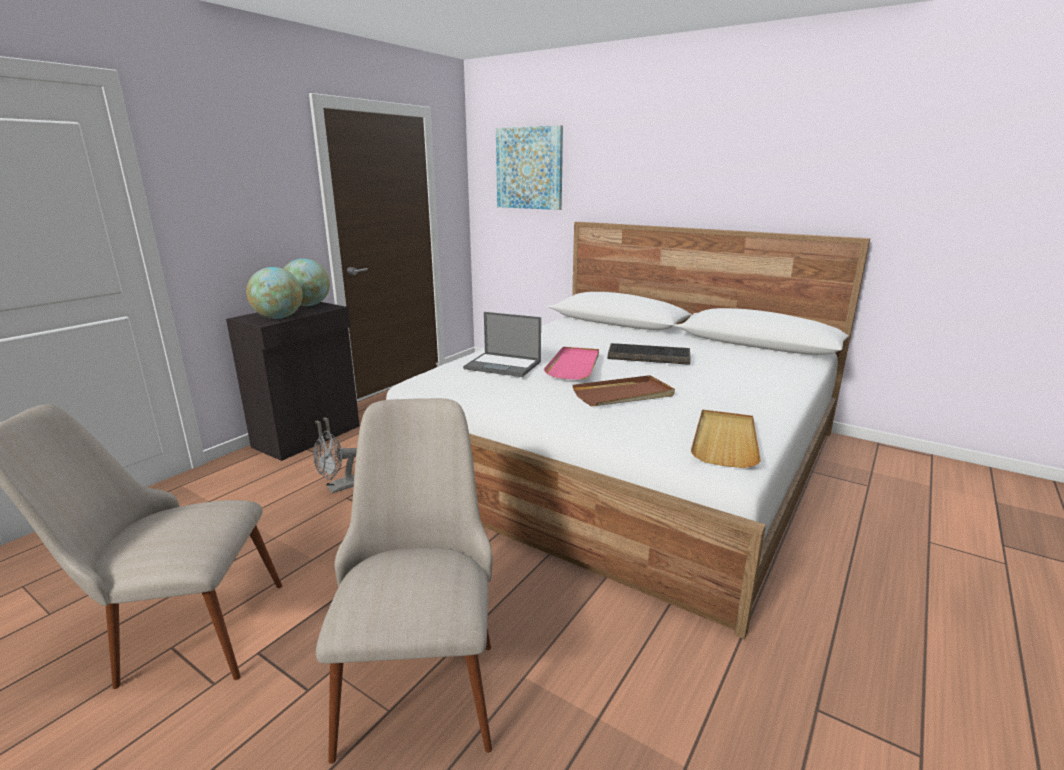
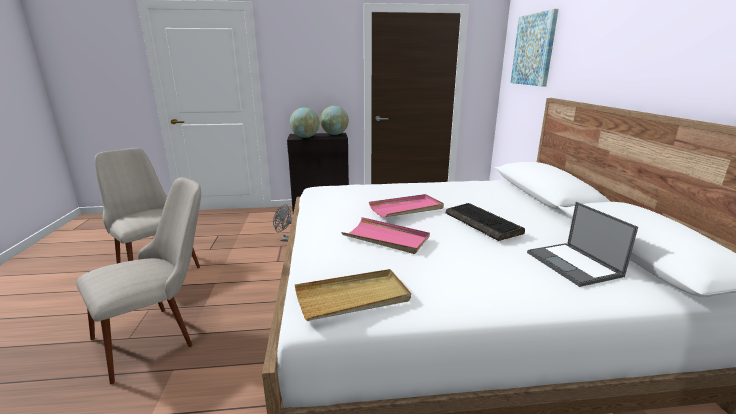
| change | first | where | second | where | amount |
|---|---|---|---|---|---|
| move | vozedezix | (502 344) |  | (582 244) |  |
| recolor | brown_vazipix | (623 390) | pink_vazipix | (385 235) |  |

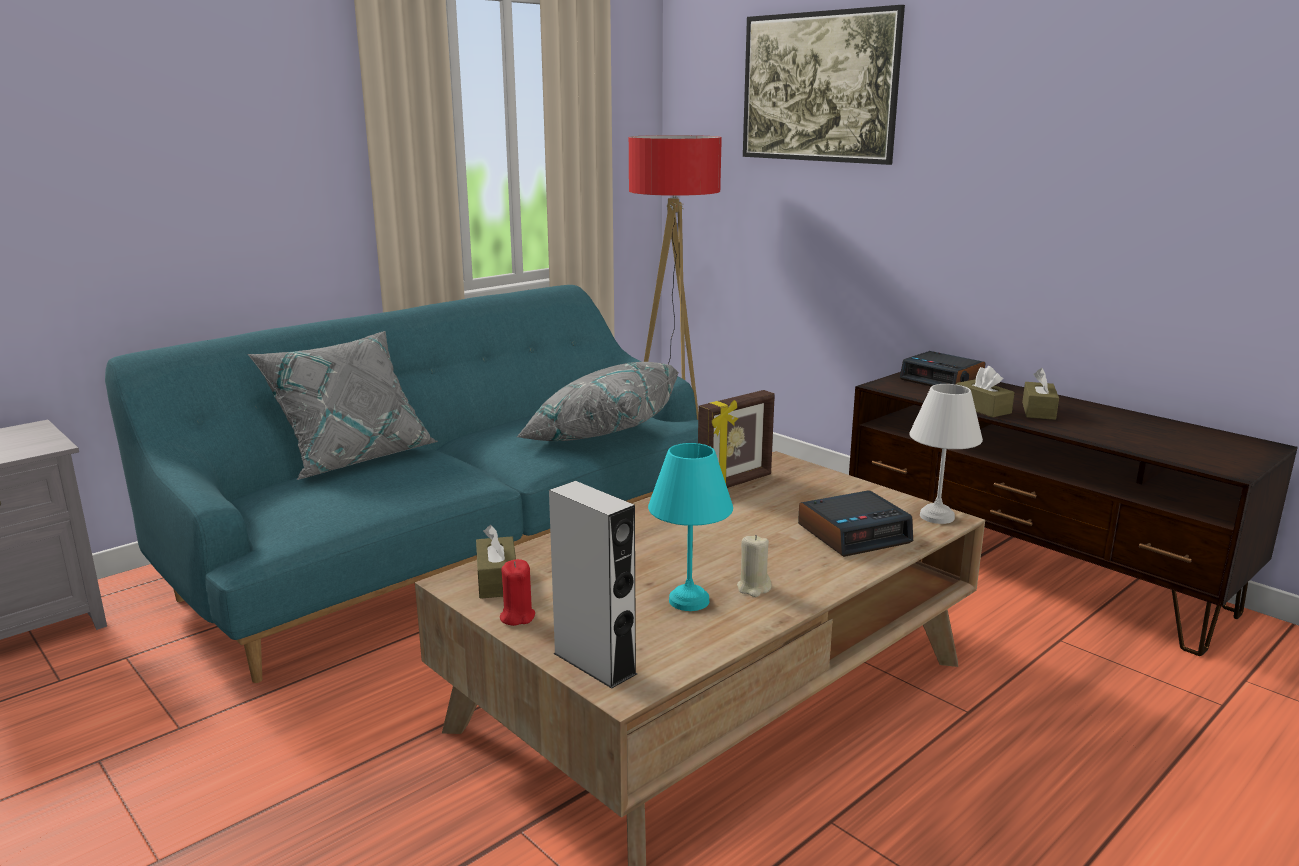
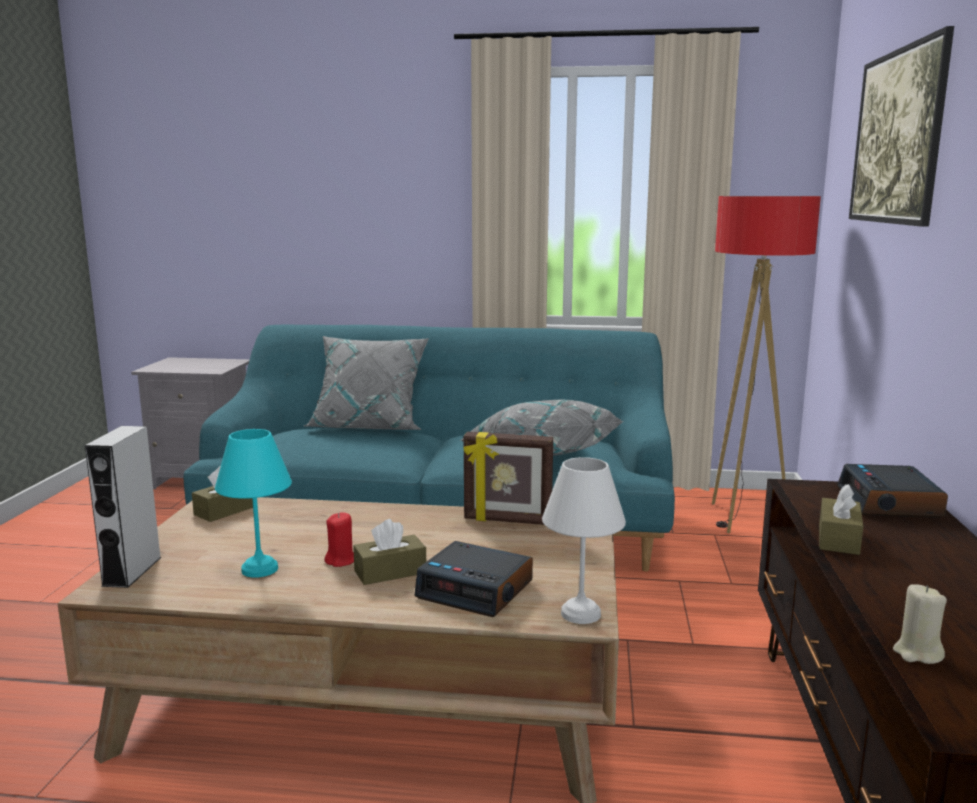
| change | first | where | second | where | amount |
|---|---|---|---|---|---|
| move | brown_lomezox | (1040 394) |  | (389 552) |  |
| move | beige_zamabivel | (754 566) |  | (920 624) |  |
| move | red_zamabivel | (517 592) |  | (339 539) |  |

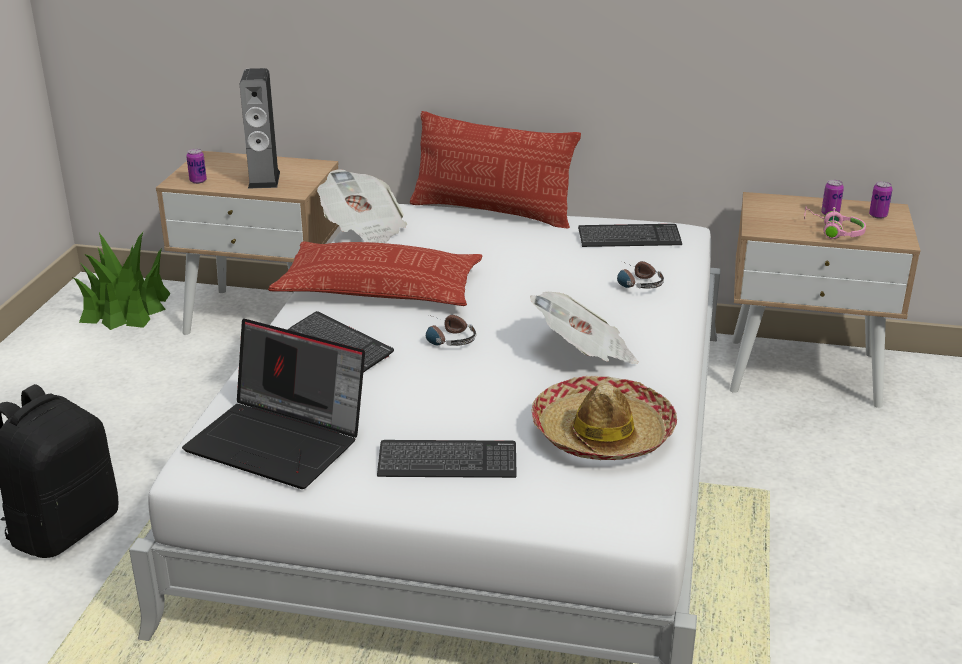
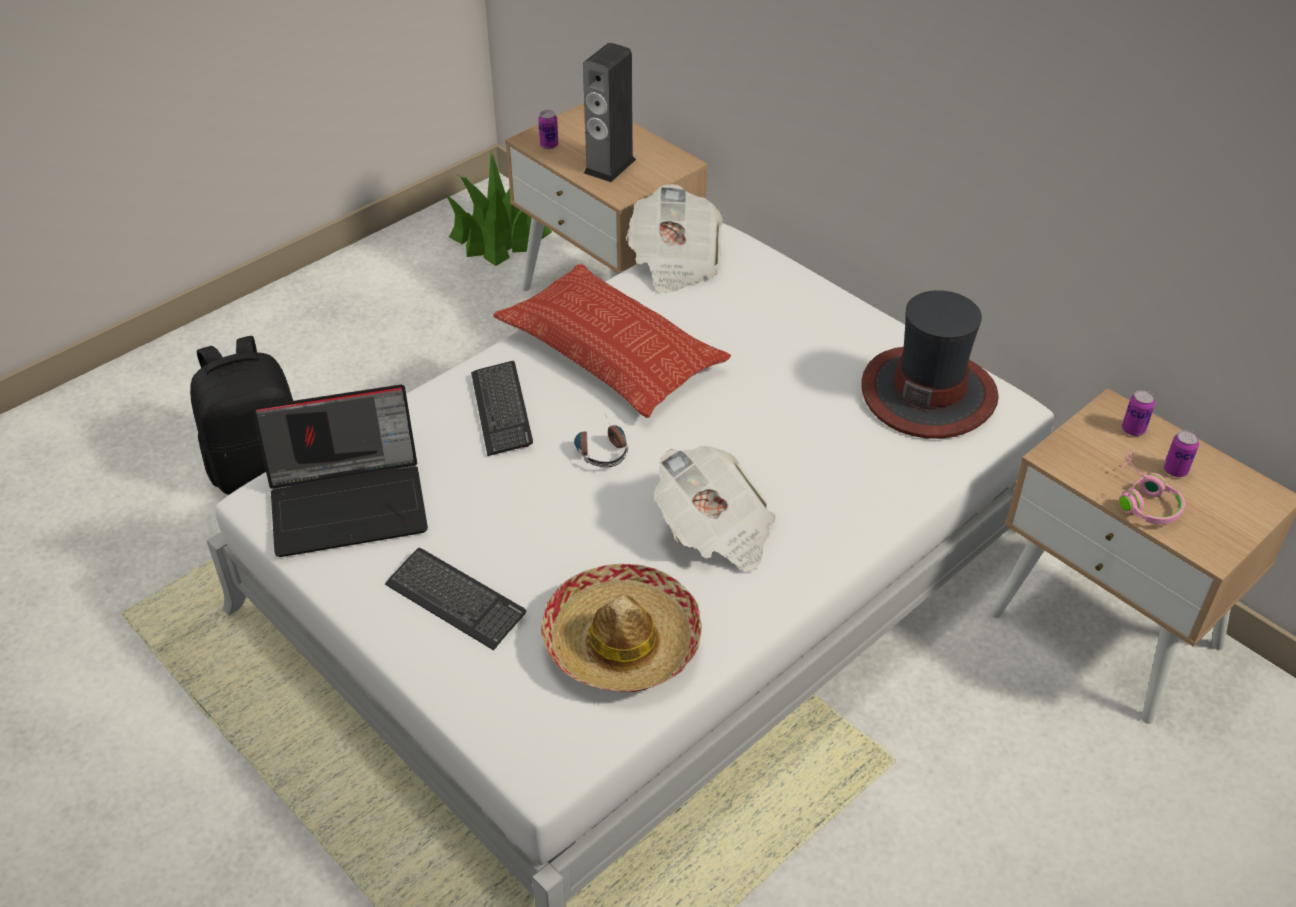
| change | first | where | second | where | amount |
|---|---|---|---|---|---|
| delete | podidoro | (495 169) |  |  |  |
| move | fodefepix | (880 200) |  | (1138 413) |  |
| replace | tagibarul | (630 235) | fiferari | (930 364) |  |
| delete | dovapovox | (640 275) |  |  |  |
| rotate | vozedezix | (273 404) |  | (340 471) | 75 degrees counterclockwise |

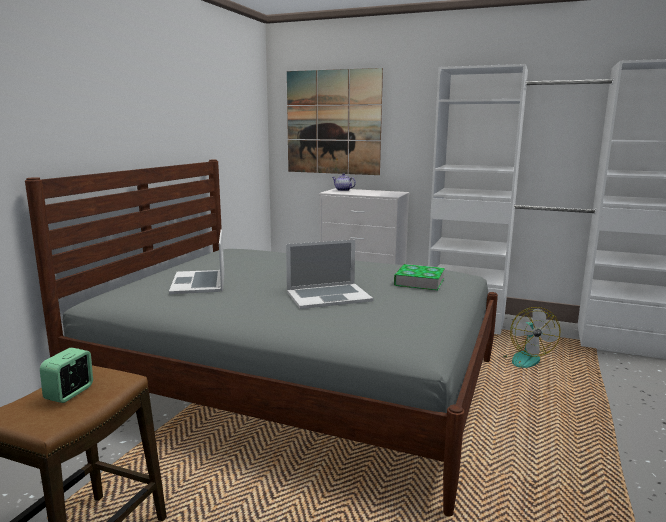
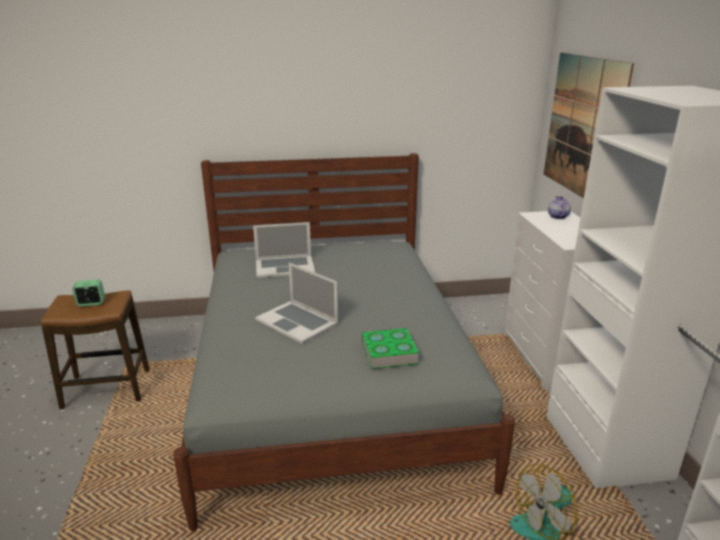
| change | first | where | second | where | amount |
|---|---|---|---|---|---|
| rotate | vozedezix | (196 262) |  | (284 250) | 150 degrees counterclockwise |

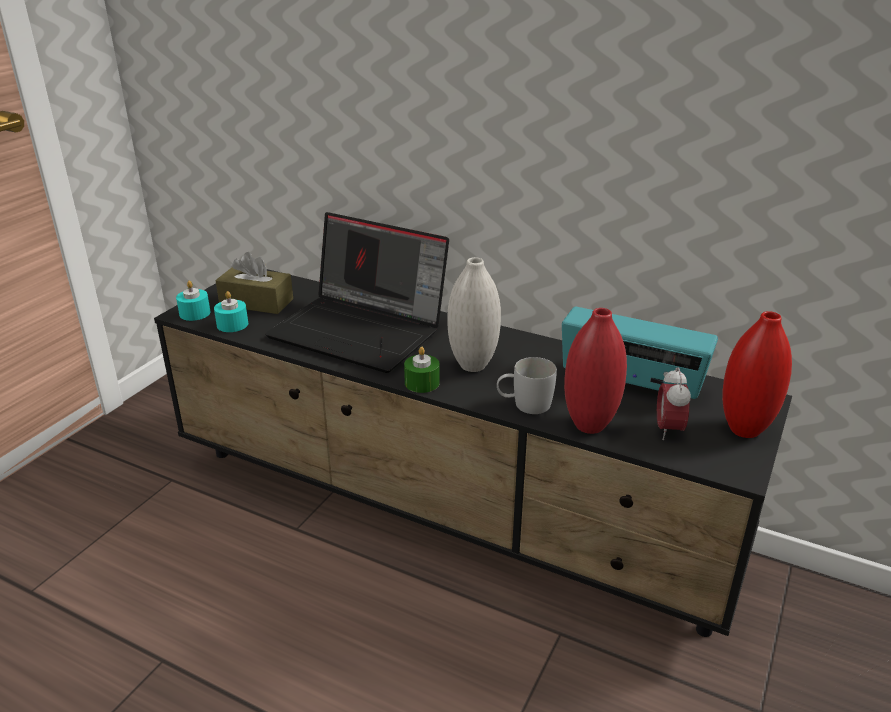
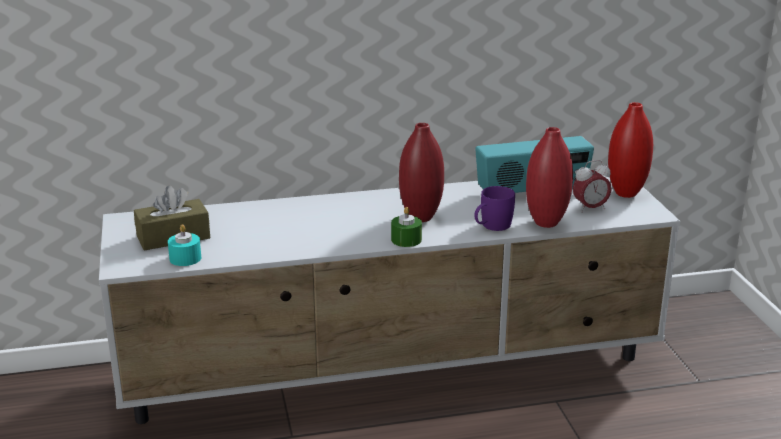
| change | first | where | second | where | amount |
|---|---|---|---|---|---|
| delete | vozedezix | (357 292) |  |  |  |
| recolor | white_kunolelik | (474 314) | red_kunolelik | (421 172) |  |
| recolor | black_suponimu | (473 453) | white_suponimu | (389 299) |  |
| delete | turquoise_zamabivel | (193 301) |  |  |  |
| recolor | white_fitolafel | (527 385) | purple_fitolafel | (495 208) |  |
| rotate | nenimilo | (674 403) |  | (592 186) | 75 degrees counterclockwise |

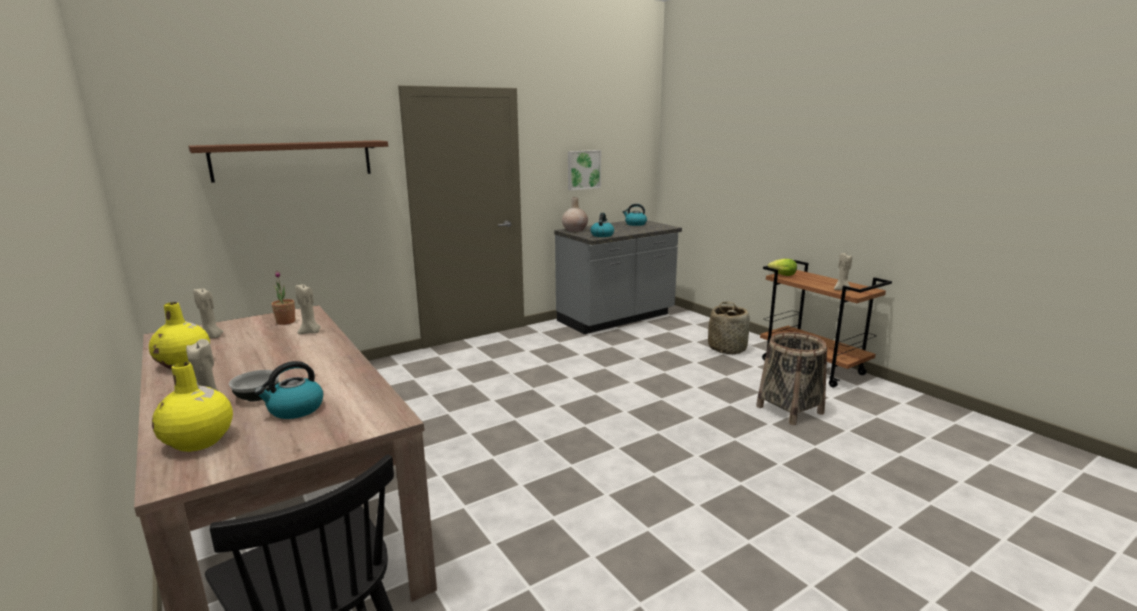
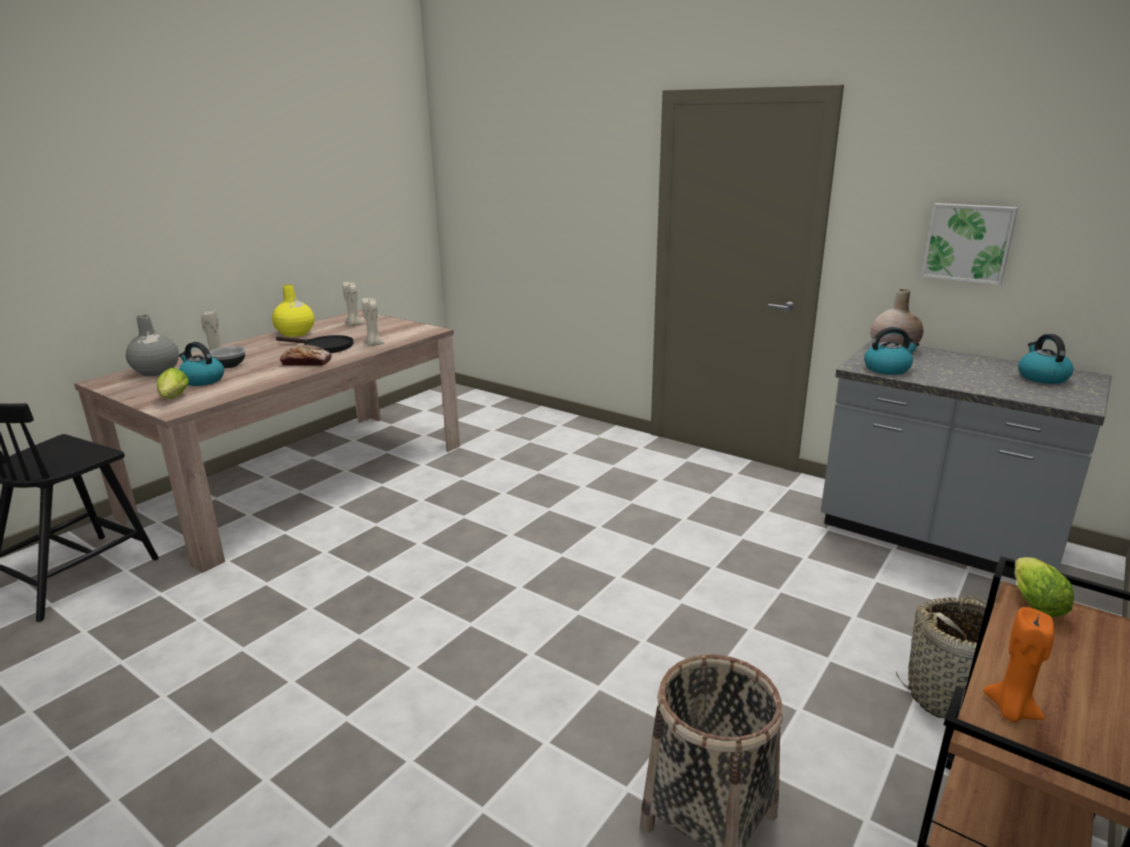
| change | first | where | second | where | amount |
|---|---|---|---|---|---|
| delete | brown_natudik | (288 161) |  |  |  |
| recolor | beige_zamabivel | (843 272) | orange_zamabivel | (1018 664) |  |
| delete | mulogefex | (283 298) |  |  |  |
| recolor | yellow_kunolelik | (192 407) | grey_kunolelik | (152 345) |  |
| insert |  |  | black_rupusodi | (314 344) |  |
| insert |  |  | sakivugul | (306 355) |  |
| insert |  |  | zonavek | (173 383) |  |

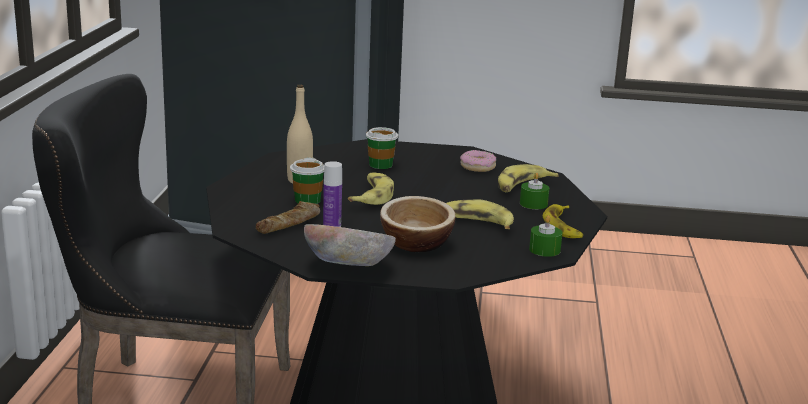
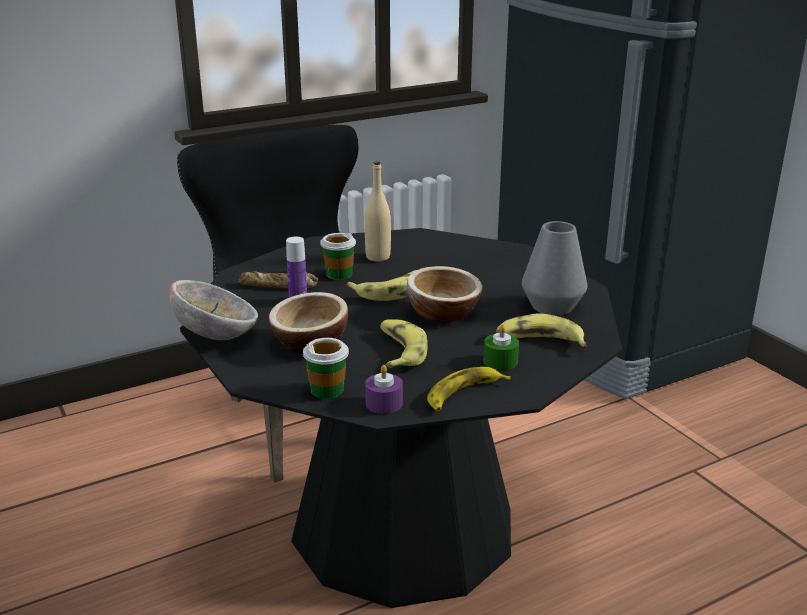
| change | first | where | second | where | amount |
|---|---|---|---|---|---|
| move | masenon | (382 148) |  | (326 368) |  |
| replace | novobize | (478 161) | grey_kunolelik | (554 268) |  |
| recolor | green_zamabivel | (546 236) | purple_zamabivel | (384 389) |  |
| insert |  |  | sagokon | (444 294) |  |

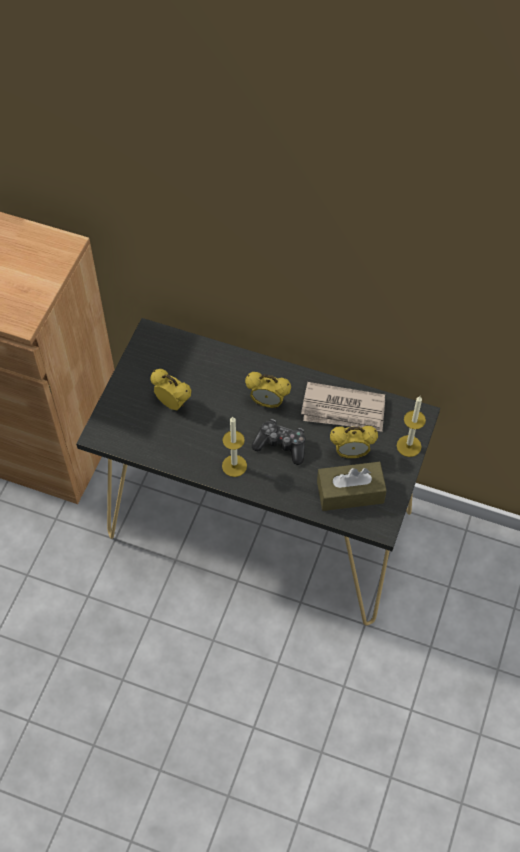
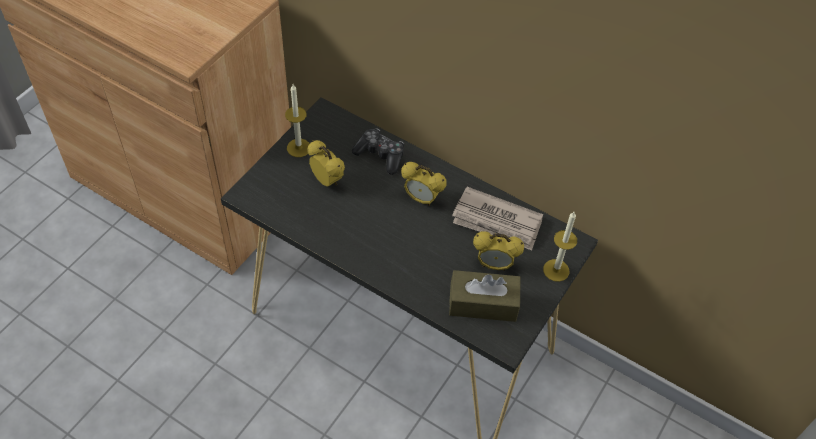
| change | first | where | second | where | amount |
|---|---|---|---|---|---|
| move | zamabivel | (234 446) |  | (297 120) |  |
| move | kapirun | (278 442) |  | (378 151) |  |

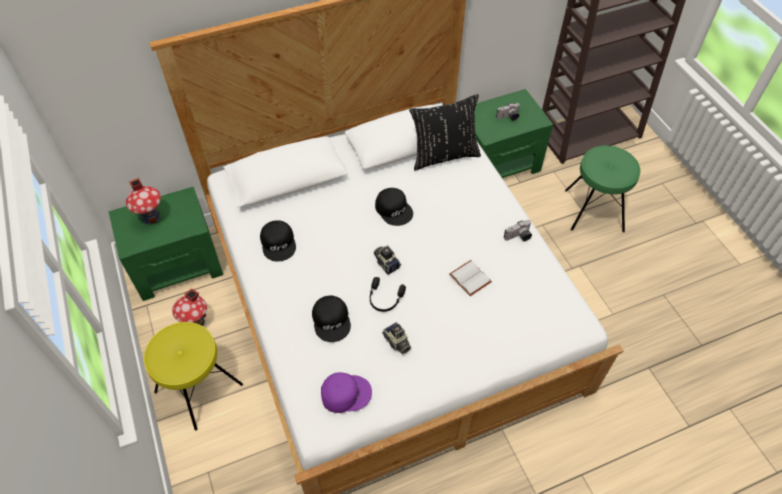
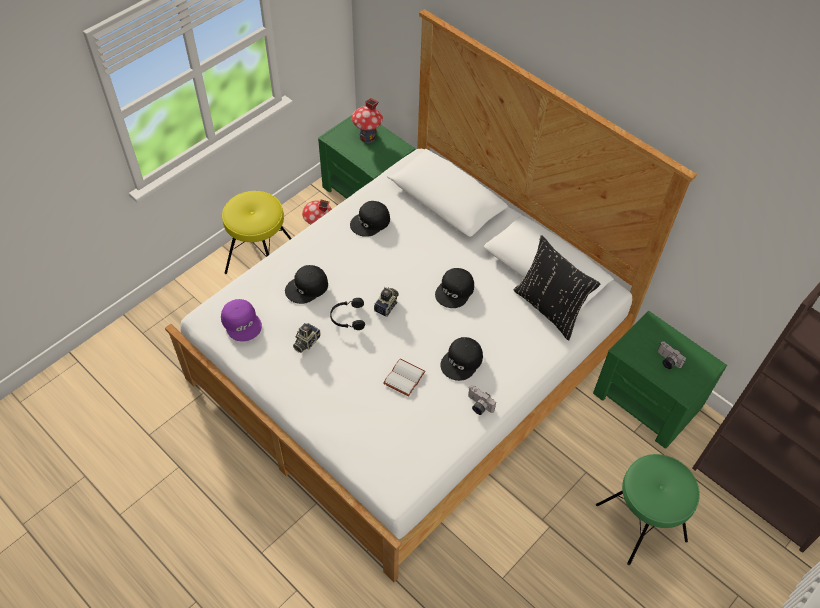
| change | first | where | second | where | amount |
|---|---|---|---|---|---|
| insert |  |  | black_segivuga | (461 359) |  |

